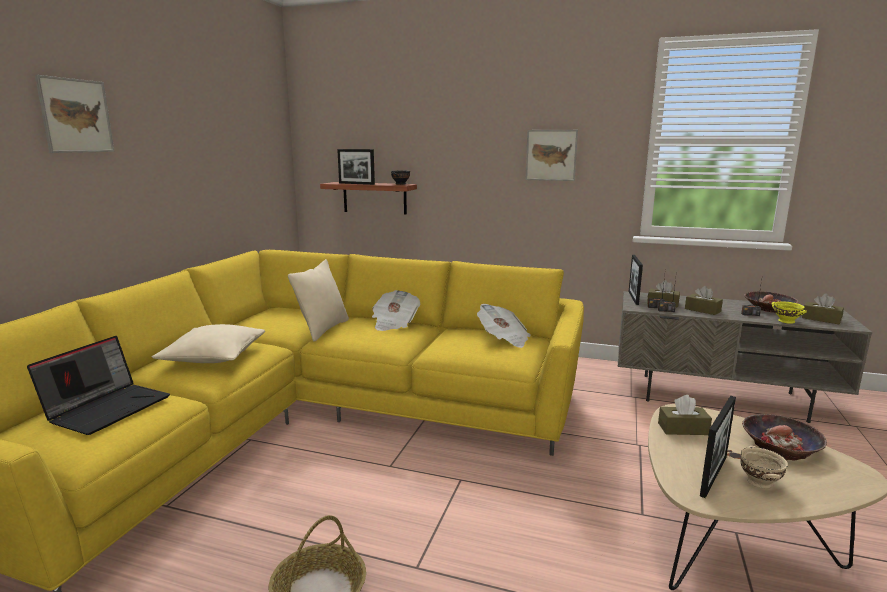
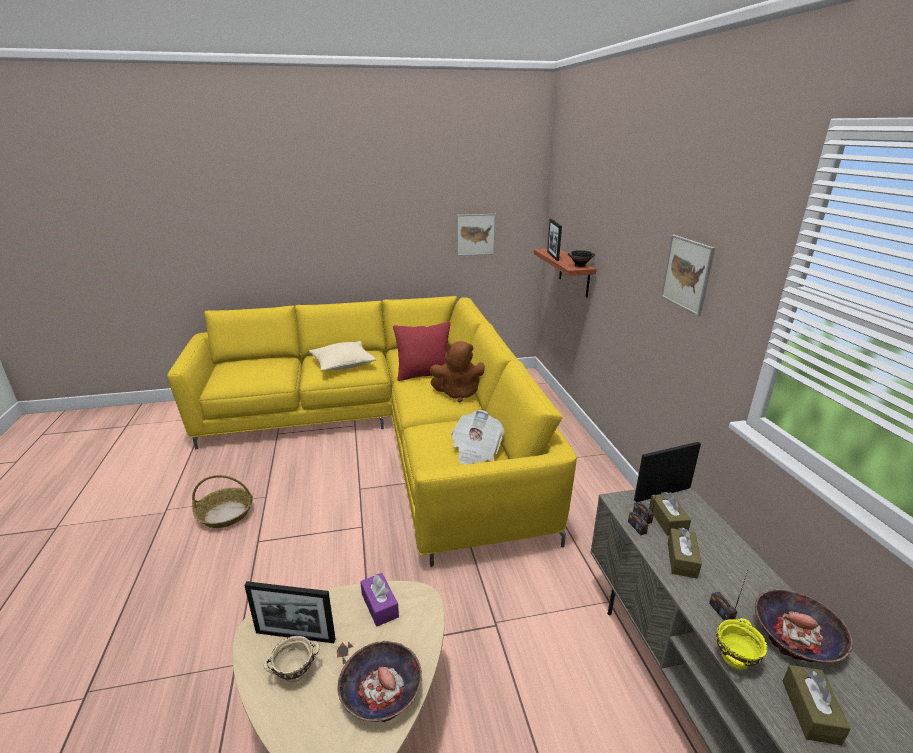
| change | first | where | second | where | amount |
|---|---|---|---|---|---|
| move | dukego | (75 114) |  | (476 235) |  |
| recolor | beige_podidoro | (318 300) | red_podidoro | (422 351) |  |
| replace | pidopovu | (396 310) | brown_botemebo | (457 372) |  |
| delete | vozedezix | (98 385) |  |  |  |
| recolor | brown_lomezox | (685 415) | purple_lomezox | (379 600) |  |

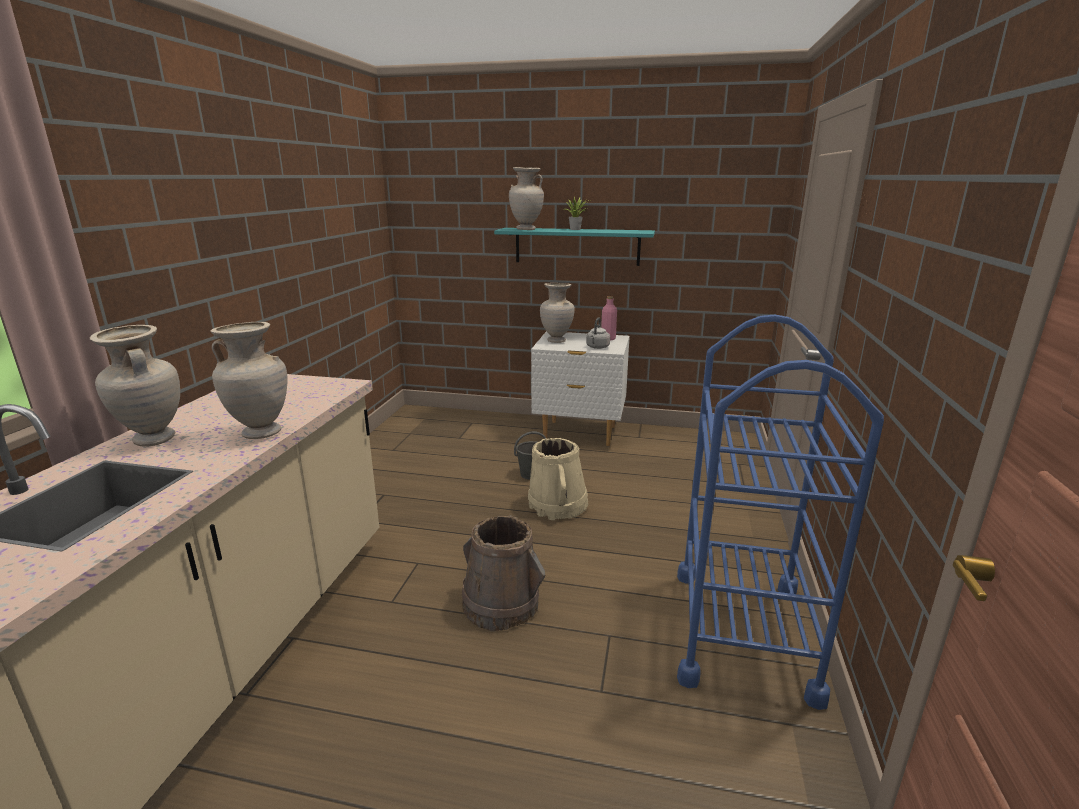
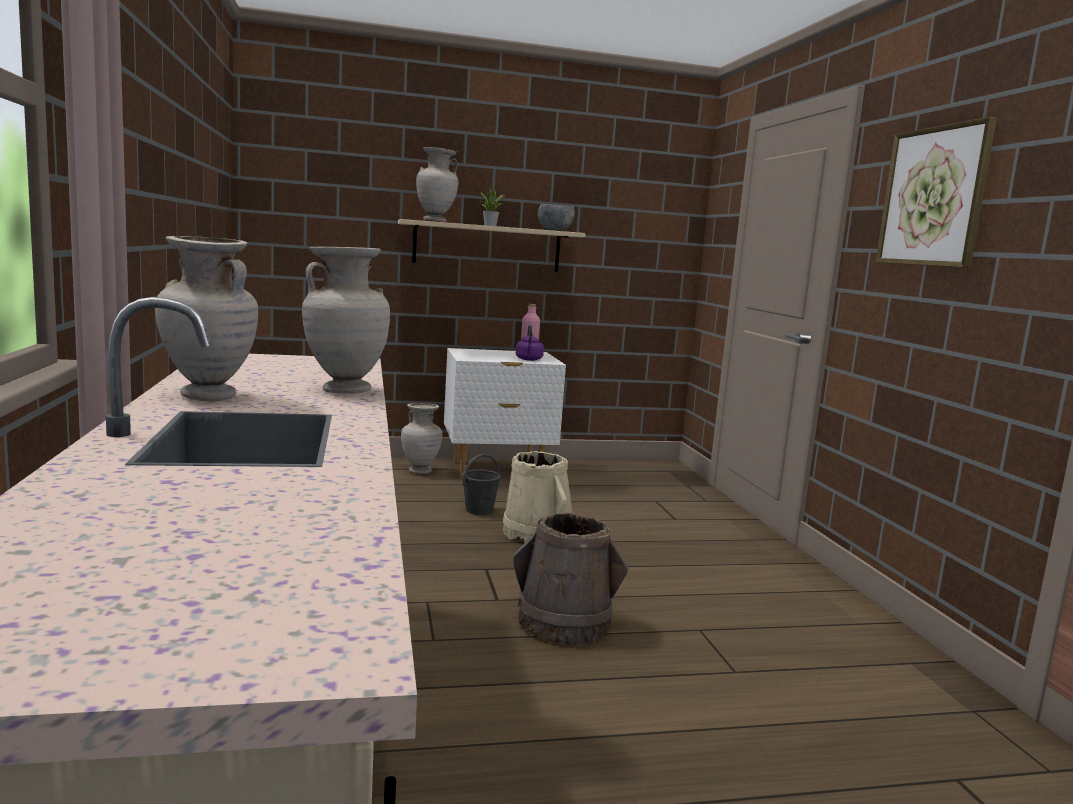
| change | first | where | second | where | amount |
|---|---|---|---|---|---|
| recolor | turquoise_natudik | (574 247) | beige_natudik | (491 245) |  |
| move | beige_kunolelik | (557 313) |  | (422 438) |  |
| delete | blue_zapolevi | (780 512) |  |  |  |
| recolor | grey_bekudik | (598 333) | purple_bekudik | (530 343) |  |
| insert |  |  | dukego | (936 192) |  |
| insert |  |  | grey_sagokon | (556 217) |  |

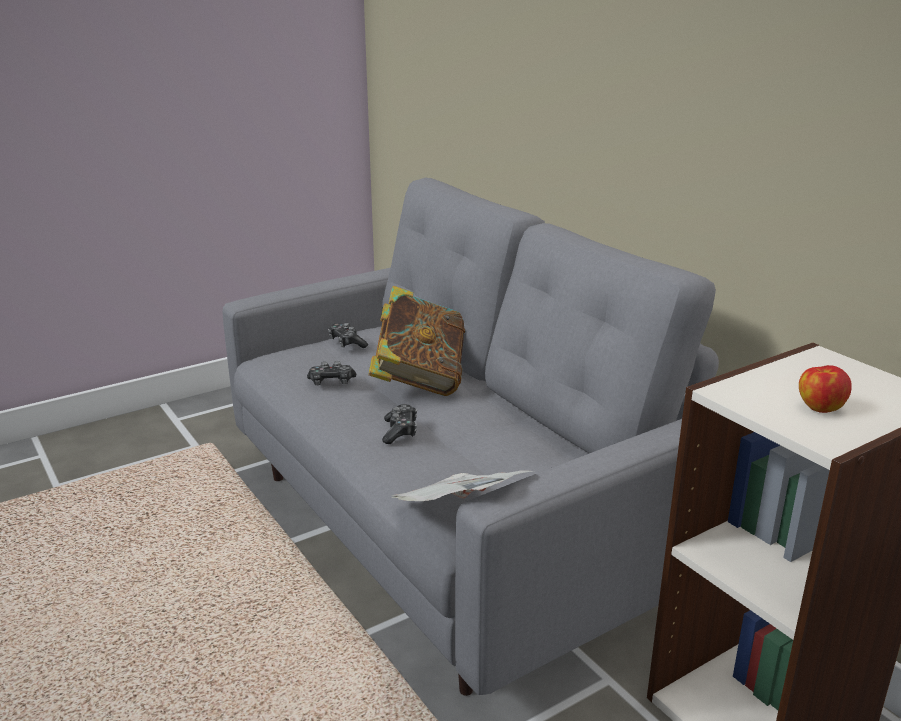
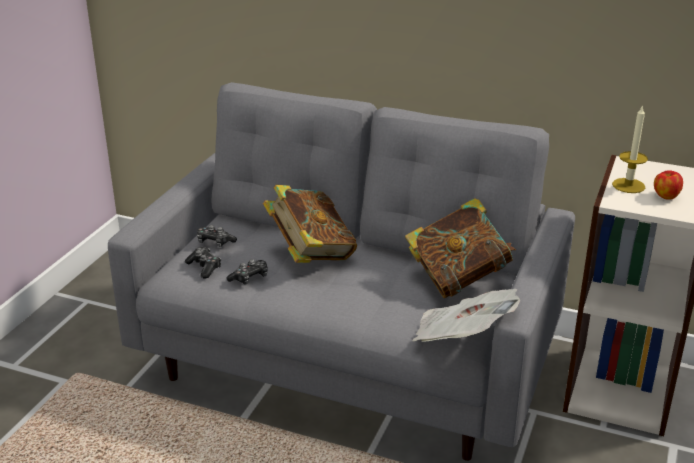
| change | first | where | second | where | amount |
|---|---|---|---|---|---|
| move | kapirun | (399 424) |  | (203 263) |  |
| insert |  |  | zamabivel | (630 149) |  |
| insert |  |  | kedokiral | (460 248) |  |

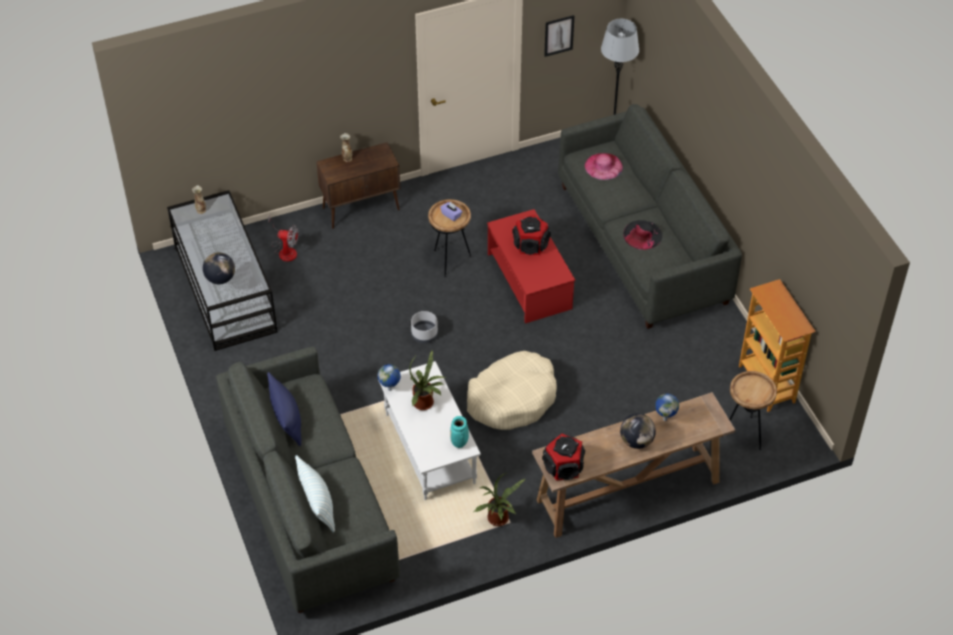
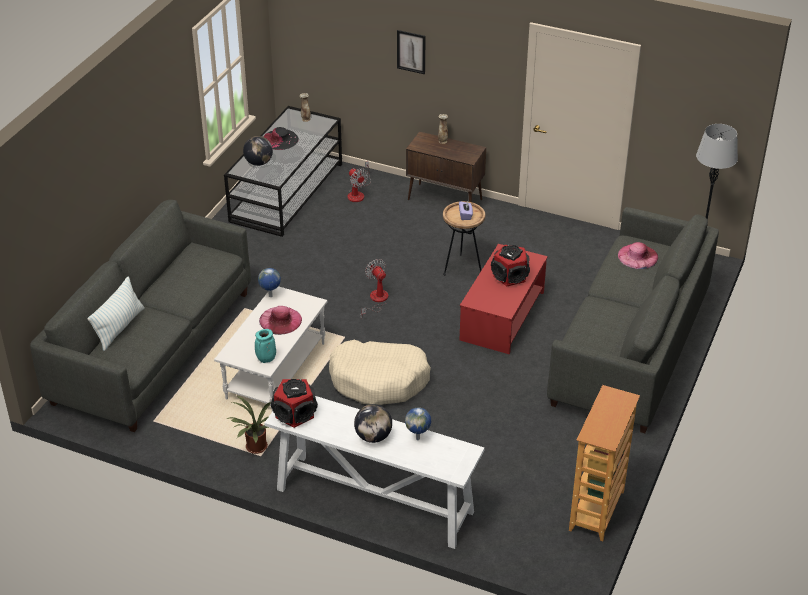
| change | first | where | second | where | amount |
|---|---|---|---|---|---|
| move | dukego | (559 36) |  | (411 52) |  |
| move | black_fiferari | (642 235) |  | (281 138) |  |
| replace | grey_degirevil | (424 327) | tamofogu | (374 289) |  |
| replace | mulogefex | (427 379) | pink_fiferari | (280 320) |  |
| delete | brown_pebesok | (749 410) |  |  |  |
| delete | blue_podidoro | (284 409) |  |  |  |
| recolor | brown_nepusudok | (633 465) | white_nepusudok | (375 472) |  |

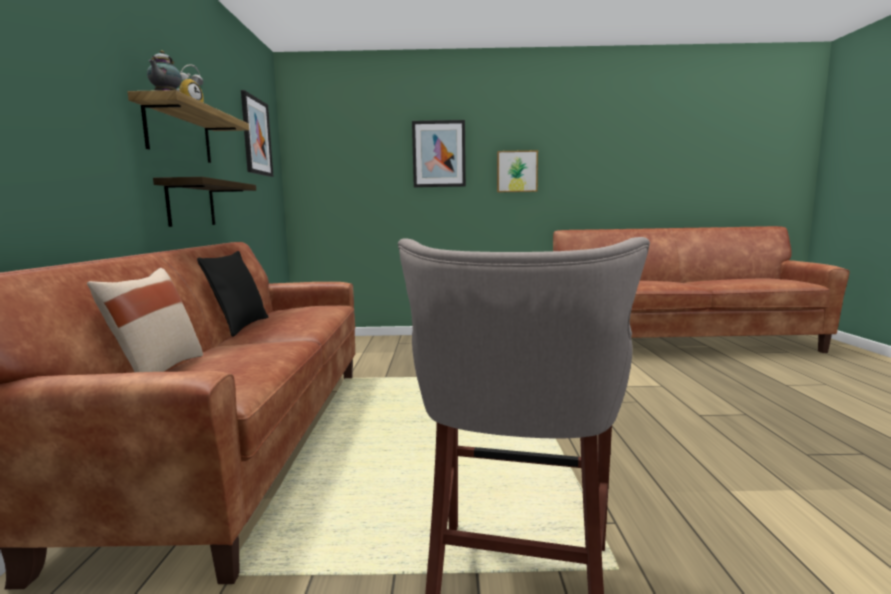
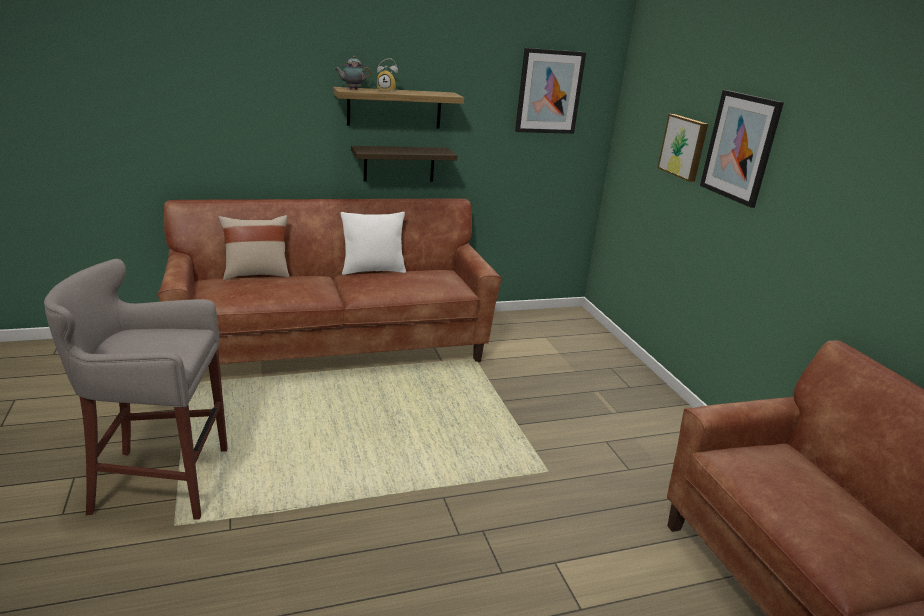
| change | first | where | second | where | amount |
|---|---|---|---|---|---|
| move | dukego | (517 171) |  | (683 148) |  |
| recolor | black_podidoro | (232 294) | white_podidoro | (373 243) |  |

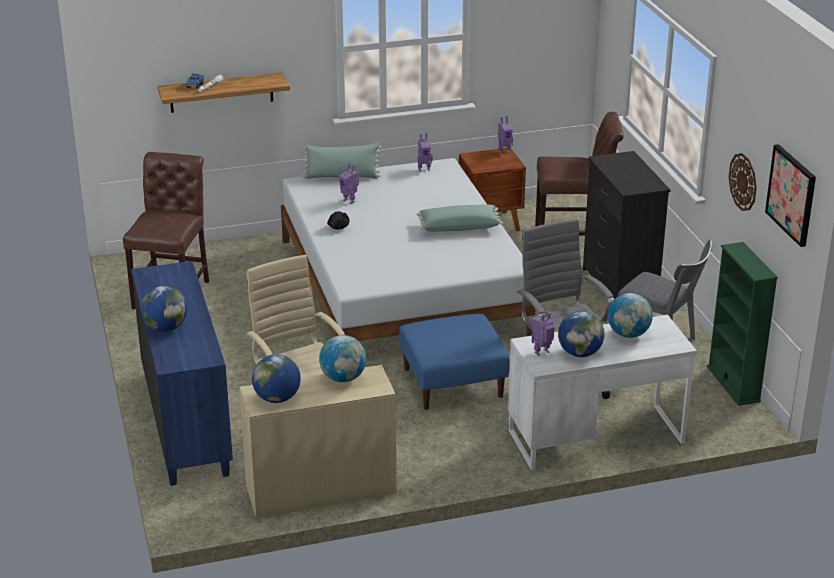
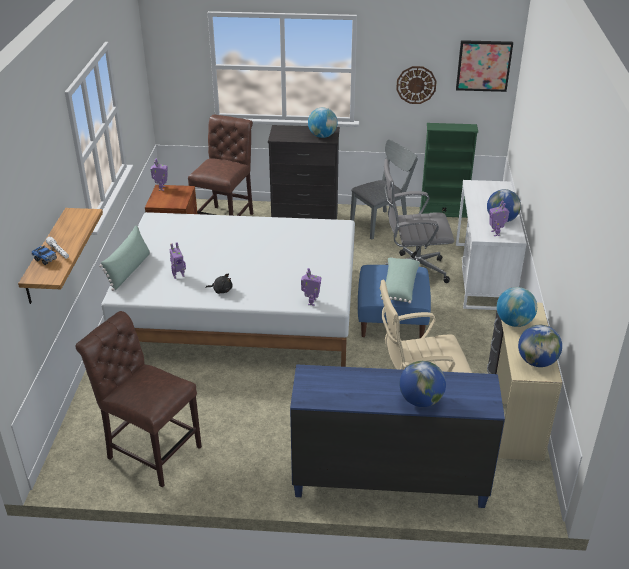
| change | first | where | second | where | amount |
|---|---|---|---|---|---|
| move | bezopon | (425 152) |  | (311 287) |  |
| move | green_podidoro | (460 218) |  | (400 281) |  |
| move | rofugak | (630 315) |  | (322 123) |  |

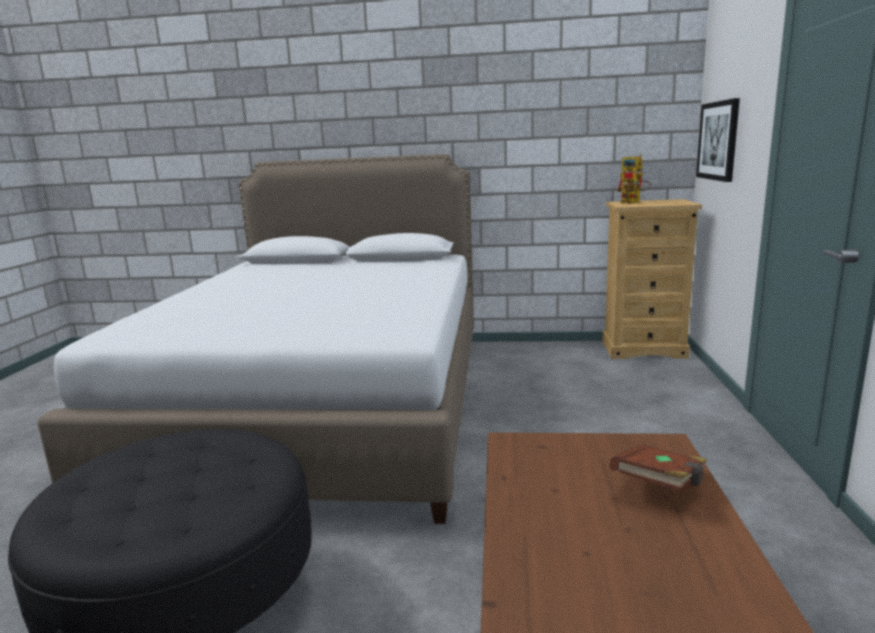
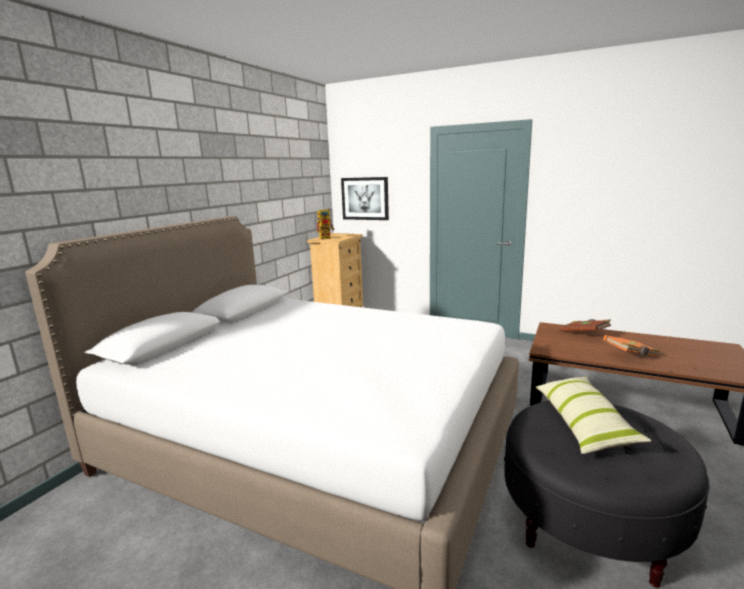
| change | first | where | second | where | amount |
|---|---|---|---|---|---|
| insert |  |  | orange_kedokiral | (632 346) |  |
| insert |  |  | podidoro | (593 415) |  |

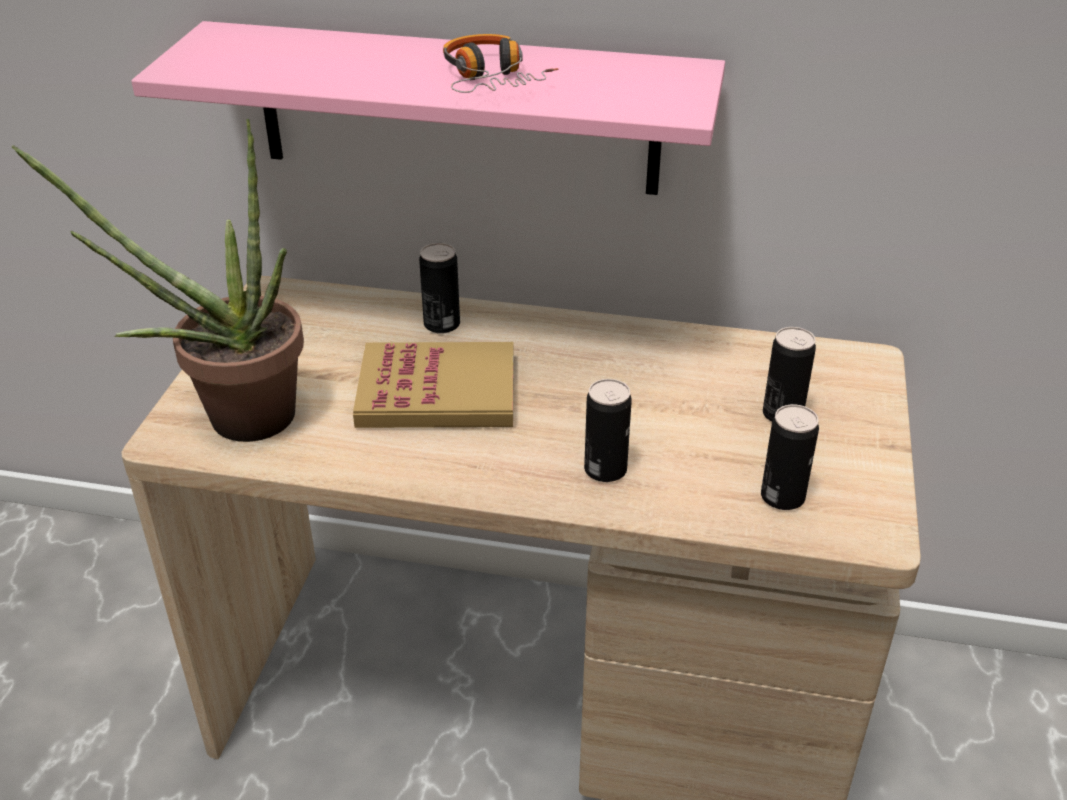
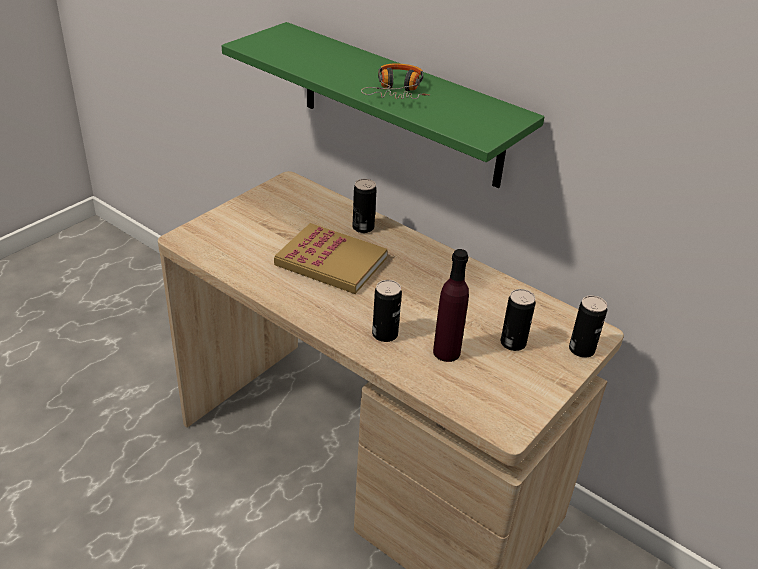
| change | first | where | second | where | amount |
|---|---|---|---|---|---|
| recolor | pink_natudik | (428 108) | green_natudik | (383 105) |  |
| delete | mulogefex | (158 280) |  |  |  |
| move | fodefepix | (790 457) |  | (588 326) |  |
| insert |  |  | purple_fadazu | (451 305) |  |

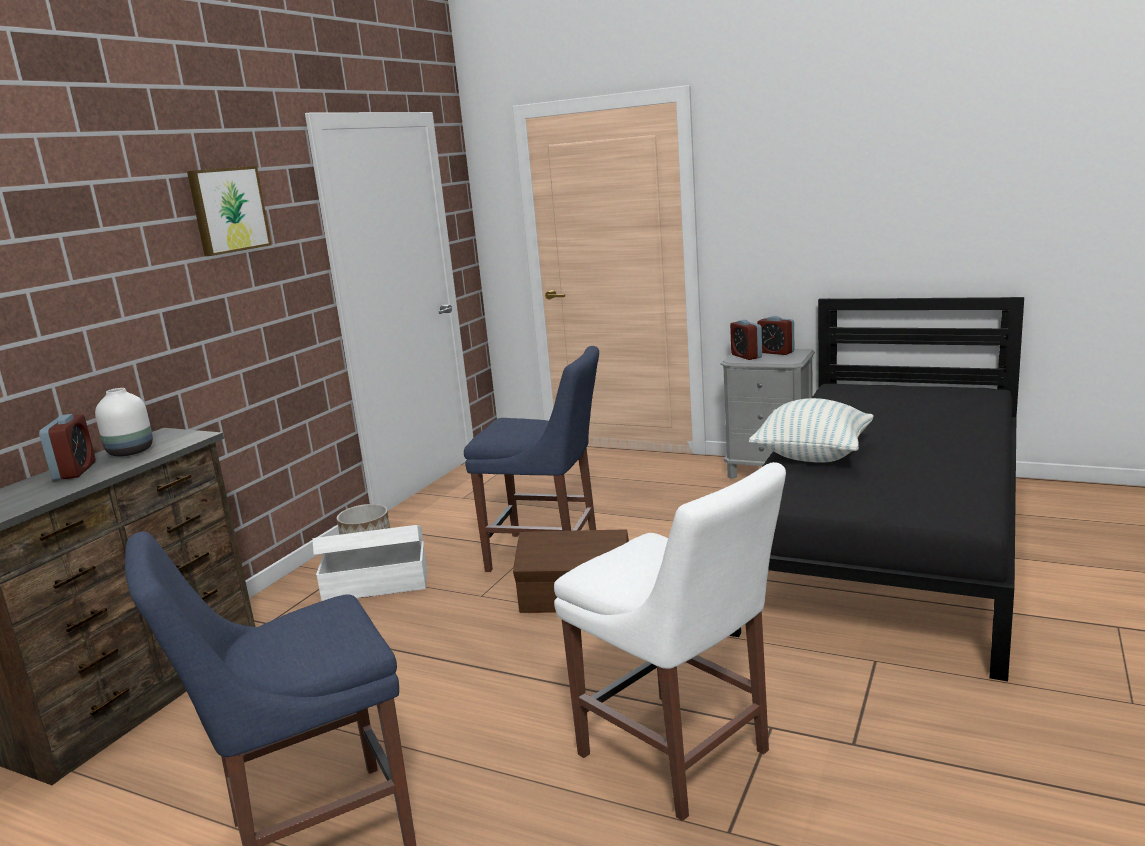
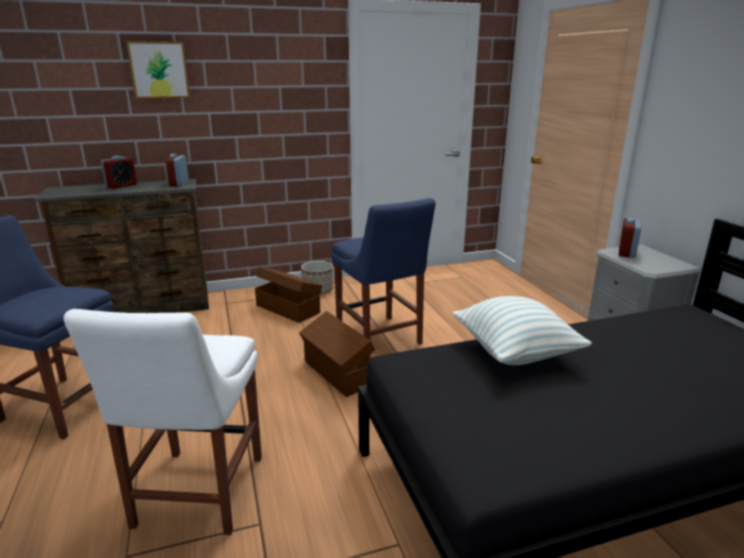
| change | first | where | second | where | amount |
|---|---|---|---|---|---|
| move | dukego | (229 211) |  | (158 69) |  |
| move | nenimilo | (775 335) |  | (177 170) |  |
| delete | white_kunolelik | (124 422) |  |  |  |
| recolor | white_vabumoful | (369 563) | brown_vabumoful | (288 295) |  |

